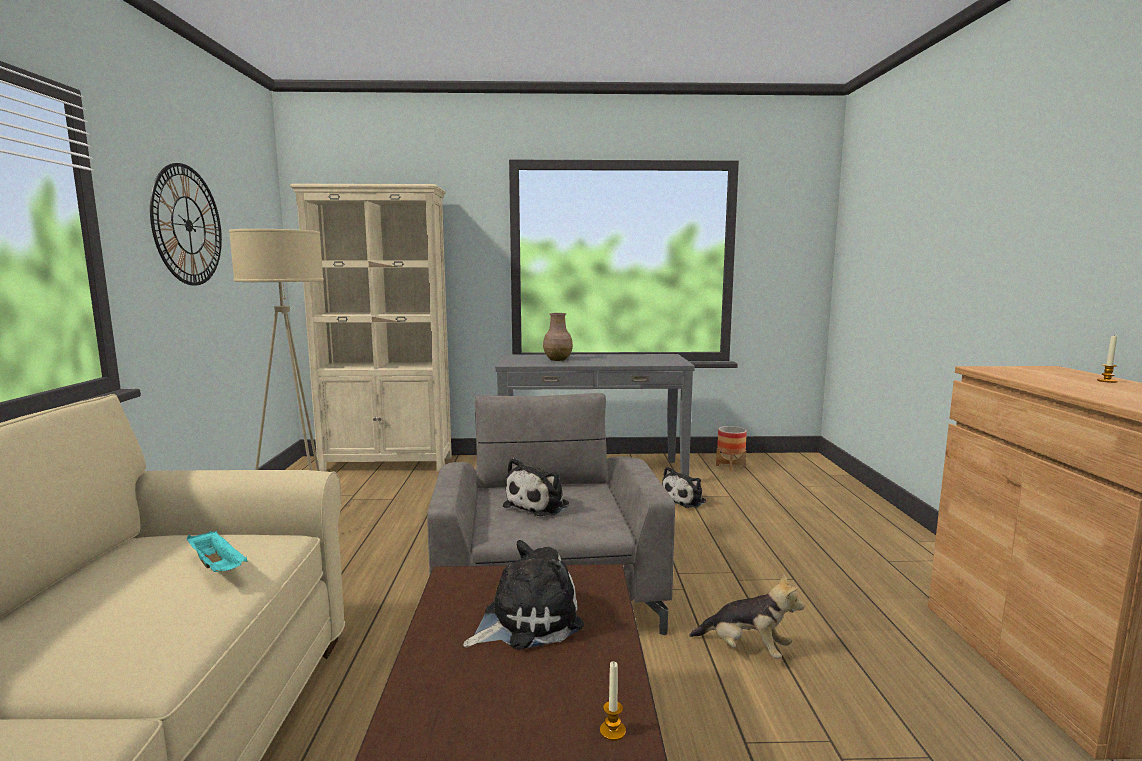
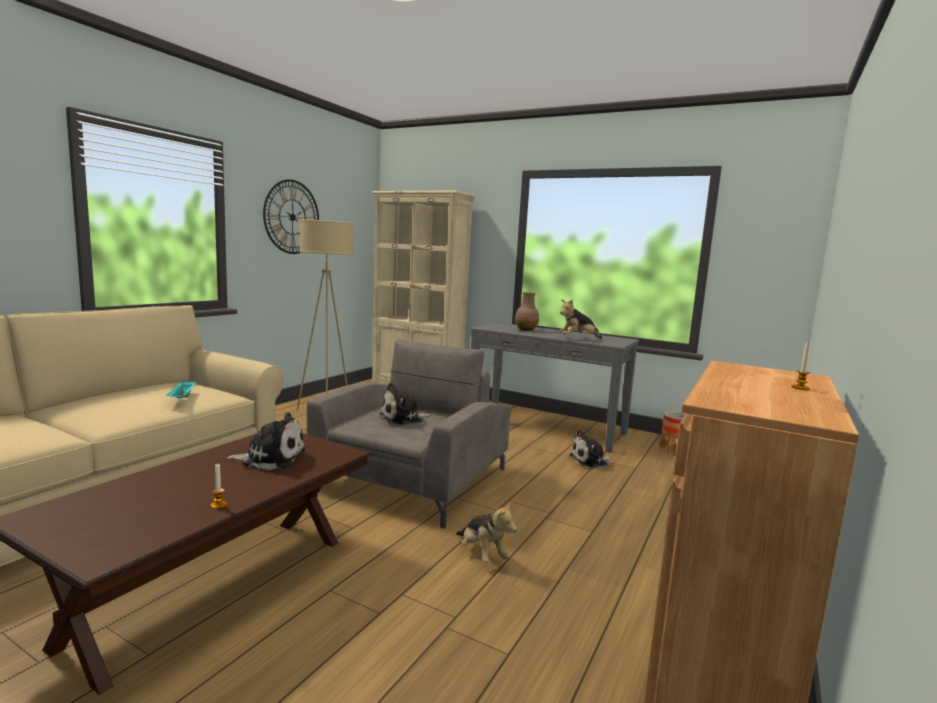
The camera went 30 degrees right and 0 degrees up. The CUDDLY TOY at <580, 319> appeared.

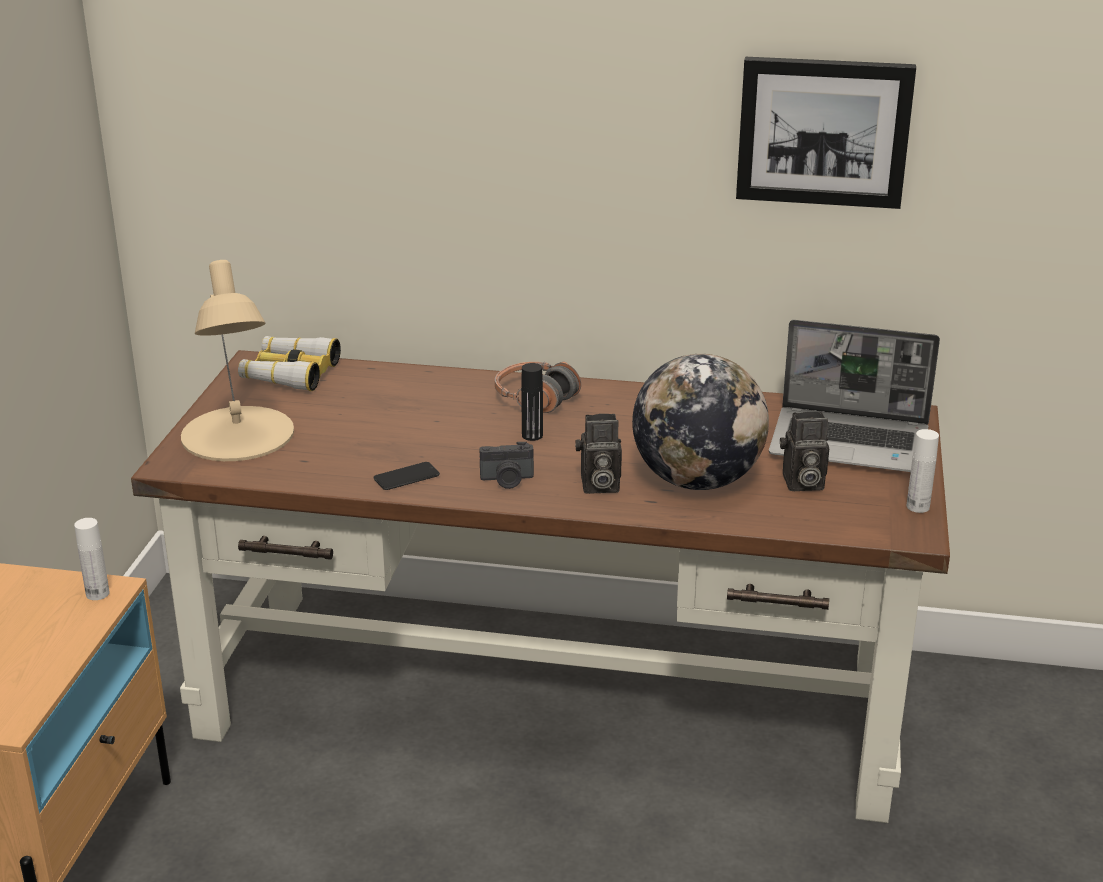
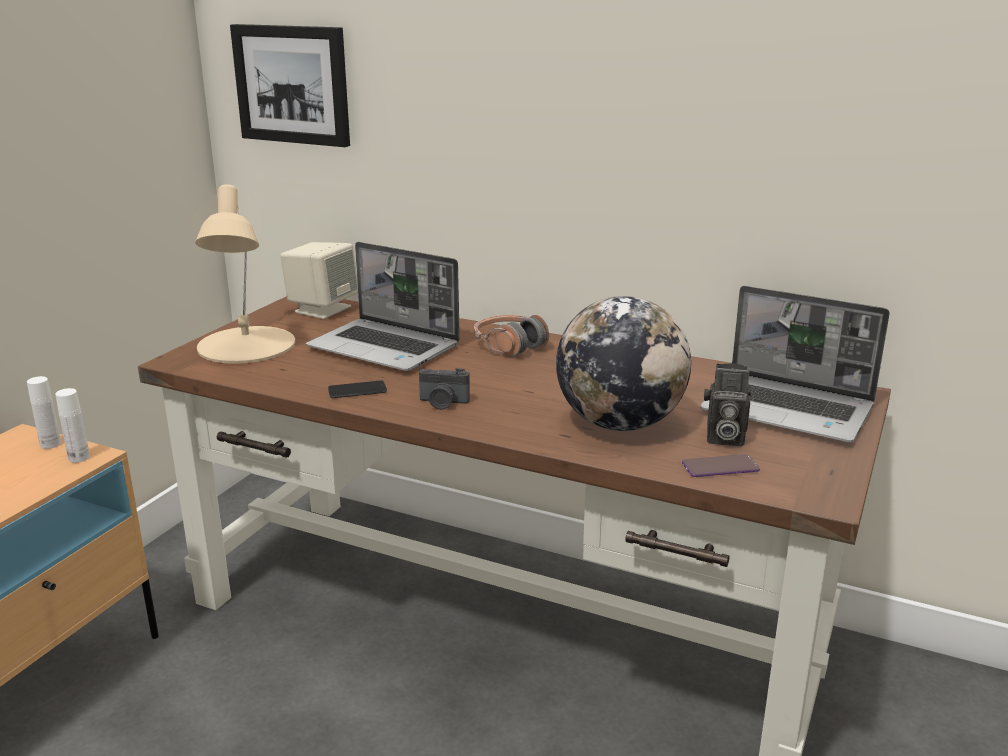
The camera went 15 degrees right and 5 degrees down. The WHITE DRINK BOTTLE moved from <922, 471> to <44, 412>. The WALL PICTURE moved from <826, 133> to <290, 85>. The BINOCULARS at <289, 363> was replaced by the SAND-COLOURED LOUDSPEAKER at <319, 280>. The LAPTOP at <383, 306> appeared. The TELEPHONE at <721, 465> appeared. The BLACK DRINK BOTTLE at <532, 402> disappeared. The STILL CAMERA at <598, 454> disappeared.

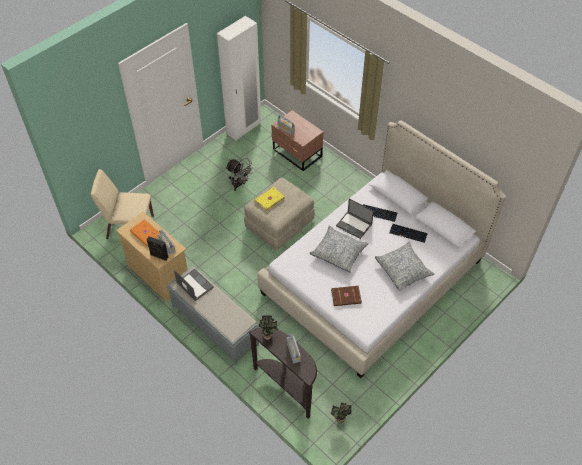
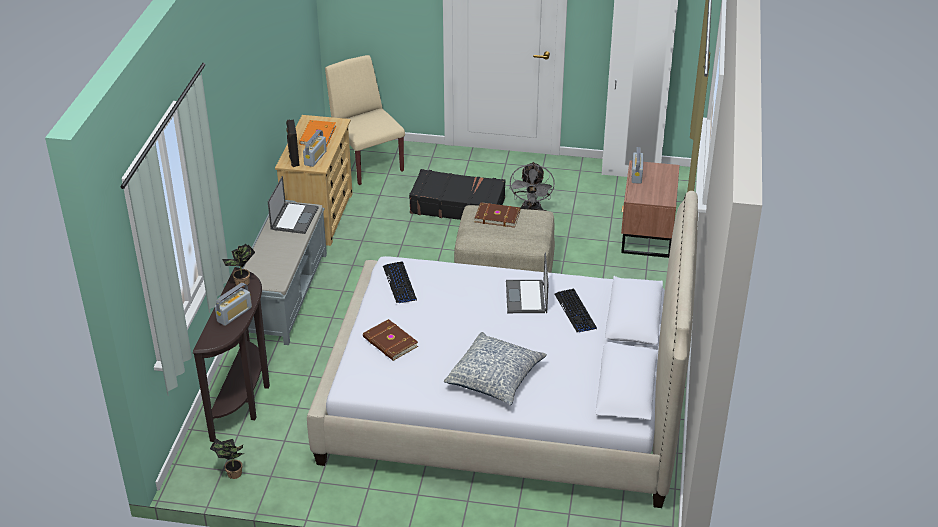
The camera went 55 degrees right and 15 degrees down. The COMPUTER KEYBOARD moved from <408, 233> to <400, 282>. The BLACK PIECE OF LUGGAGE at <457, 194> appeared. The YELLOWISH BOUND BOOK at <270, 199> became the BROWNISH BOUND BOOK at <497, 215>. The PILLOW at <339, 249> disappeared.

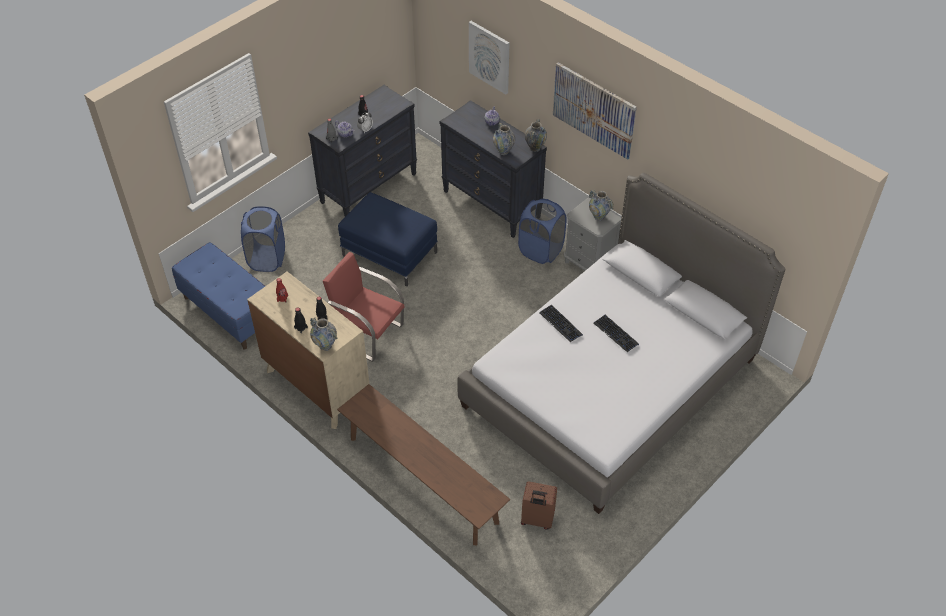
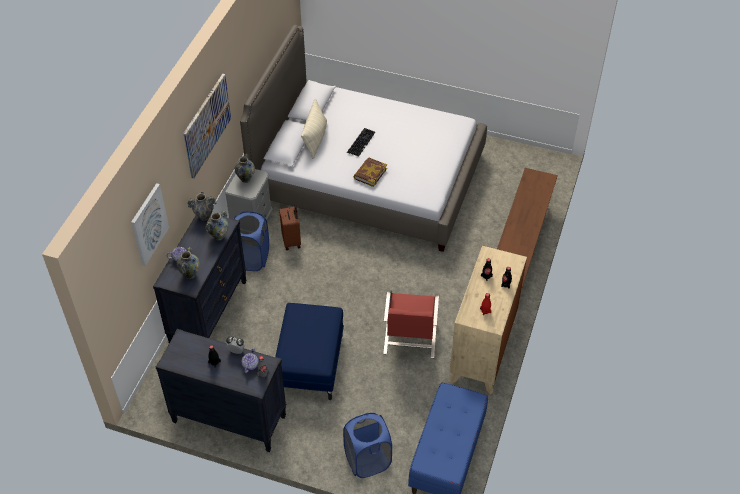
The camera went 115 degrees left and 0 degrees up. The FLOWER VASE moved from <323, 334> to <188, 263>. The BROWNISH PIECE OF LUGGAGE moved from <539, 505> to <290, 227>. The SAND-COLOURED PILLOW at <314, 128> appeared. The COMPUTER KEYBOARD at <561, 323> was replaced by the BOUND BOOK at <370, 172>.

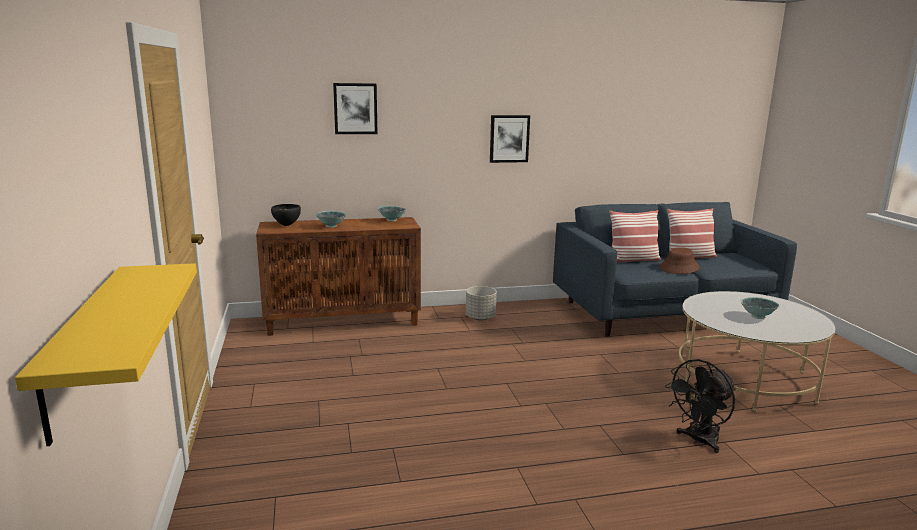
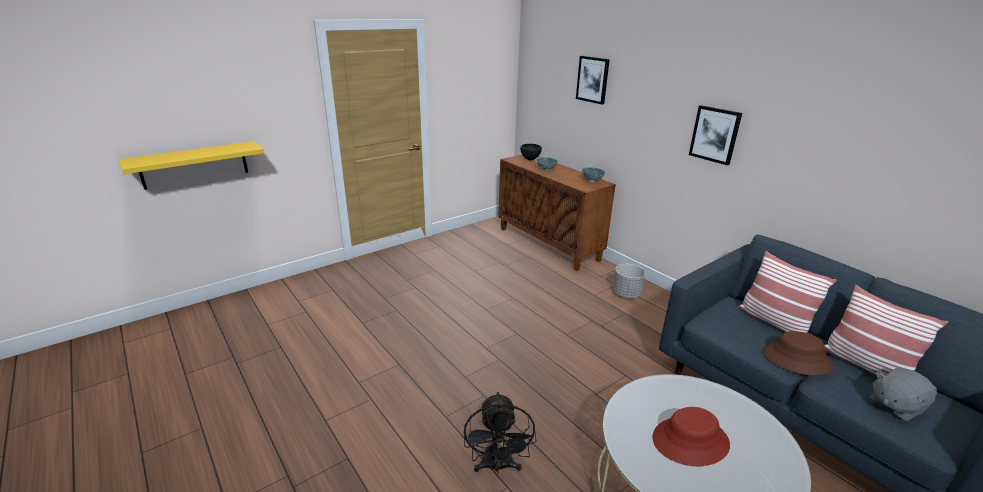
The camera went 65 degrees right and 10 degrees up. The BLACK ELECTRIC FAN at <700, 406> turned 120 degrees counterclockwise. The BOWL at <760, 308> was replaced by the RED-COLOURED WEARABLE HAT at <691, 436>. The GREY CUDDLY TOY at <903, 394> appeared.

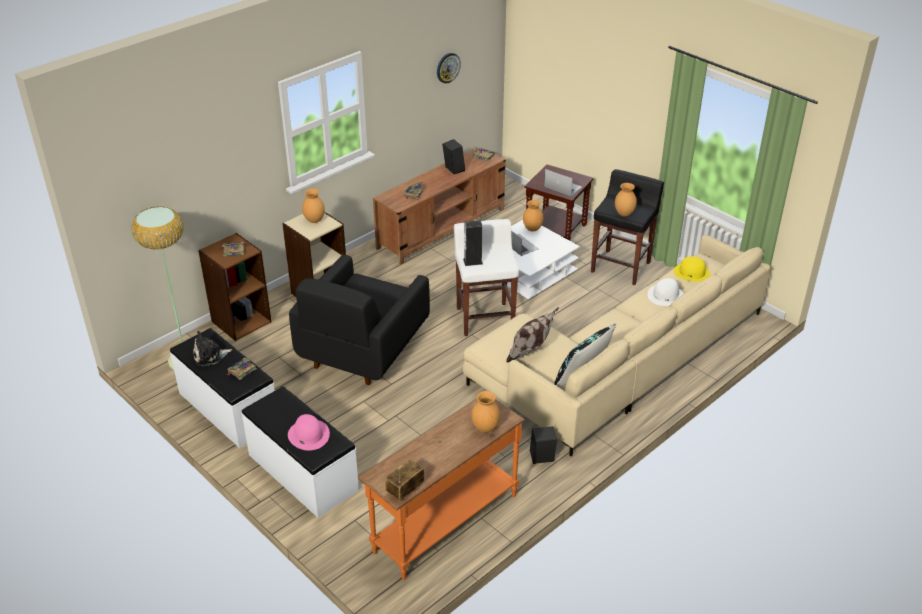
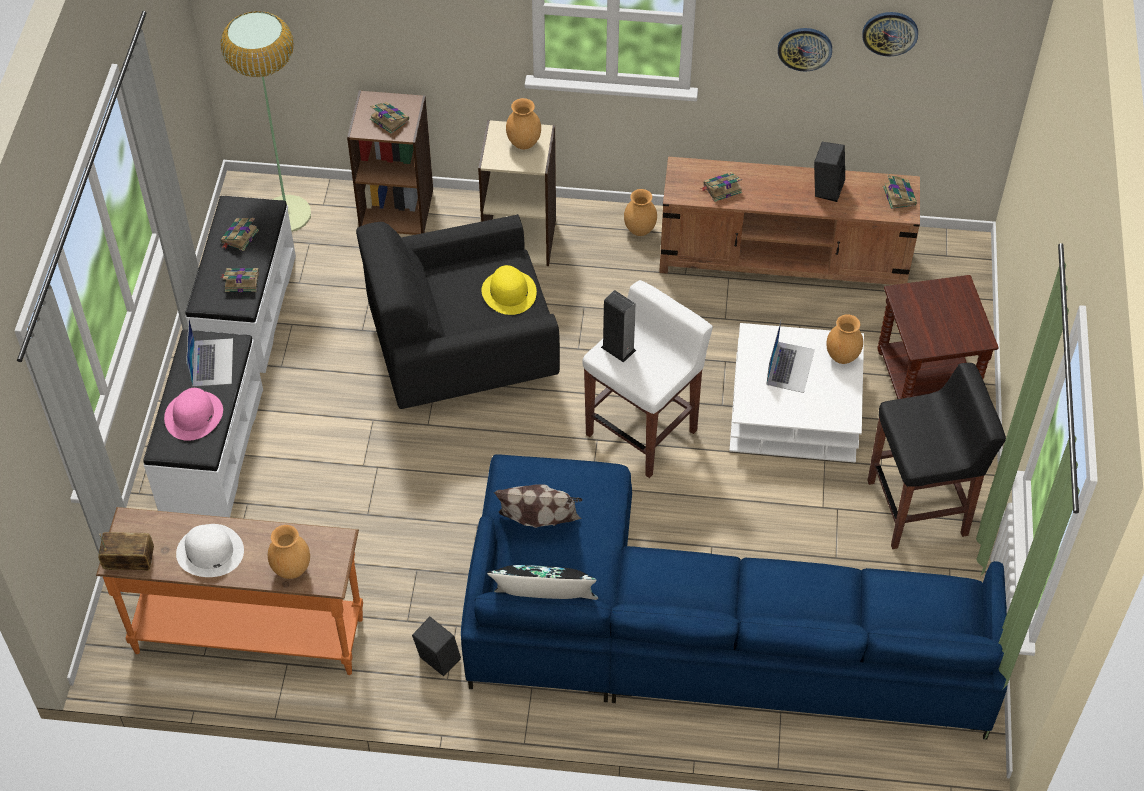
The camera went 50 degrees right and 15 degrees up. The WHITE WEARABLE HAT moved from <665, 292> to <210, 550>. The LAPTOP moved from <563, 182> to <209, 353>. The CUDDLY TOY at <212, 348> was replaced by the BOUND BOOK at <239, 234>. The SAND-COLOURED SOFA at <617, 345> became the BLUE-COLOURED SOFA at <734, 597>. The YELLOWISH WEARABLE HAT moved from <692, 269> to <509, 290>. The BROWNISH FLOWER VASE moved from <626, 199> to <640, 212>. The HANGING CLOCK at <805, 49> appeared.

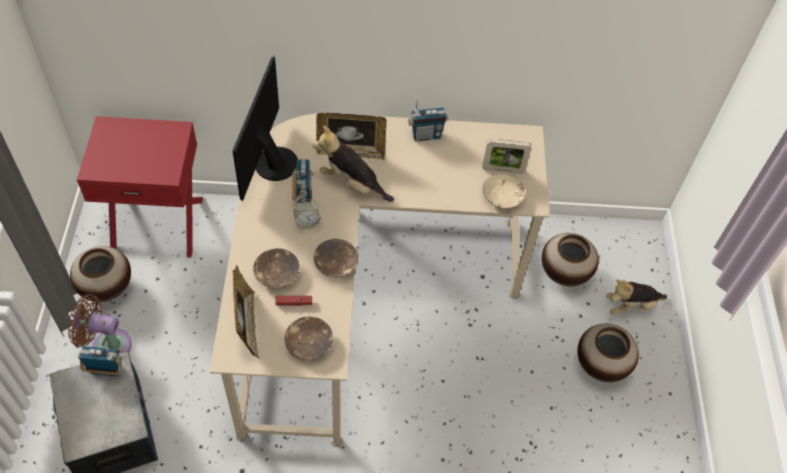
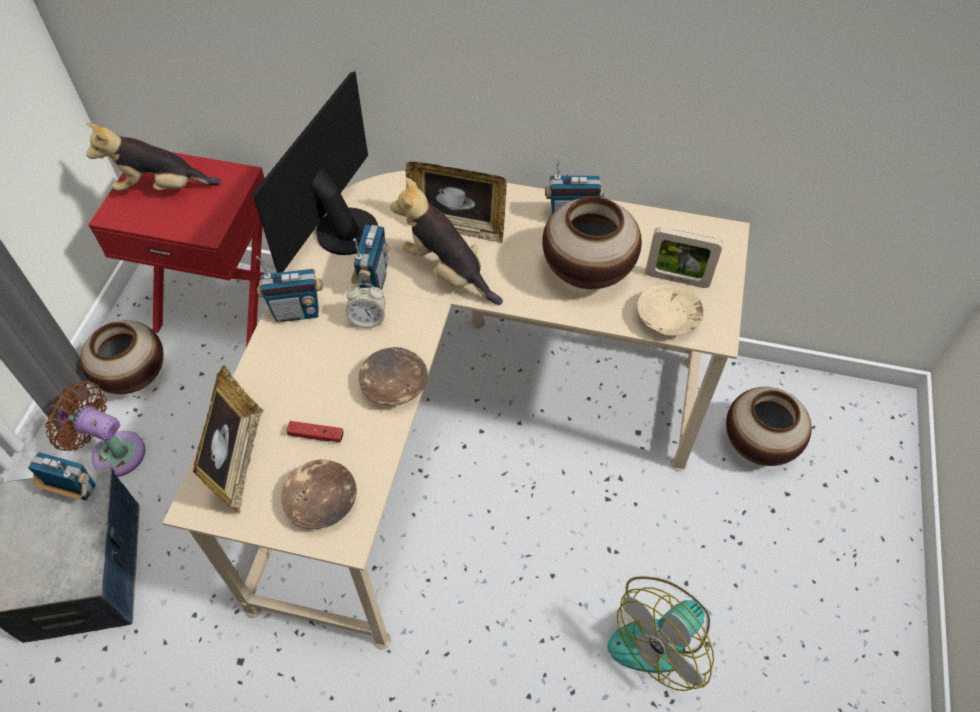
The camera went 15 degrees right and 0 degrees up. The CUDDLY TOY moved from <636, 297> to <154, 157>. The RADIO SET at <289, 289> appeared. The FLOWER VASE moved from <608, 353> to <592, 242>. The ELECTRIC FAN at <661, 633> appeared. The BROWNISH BOWL at <276, 268> disappeared.

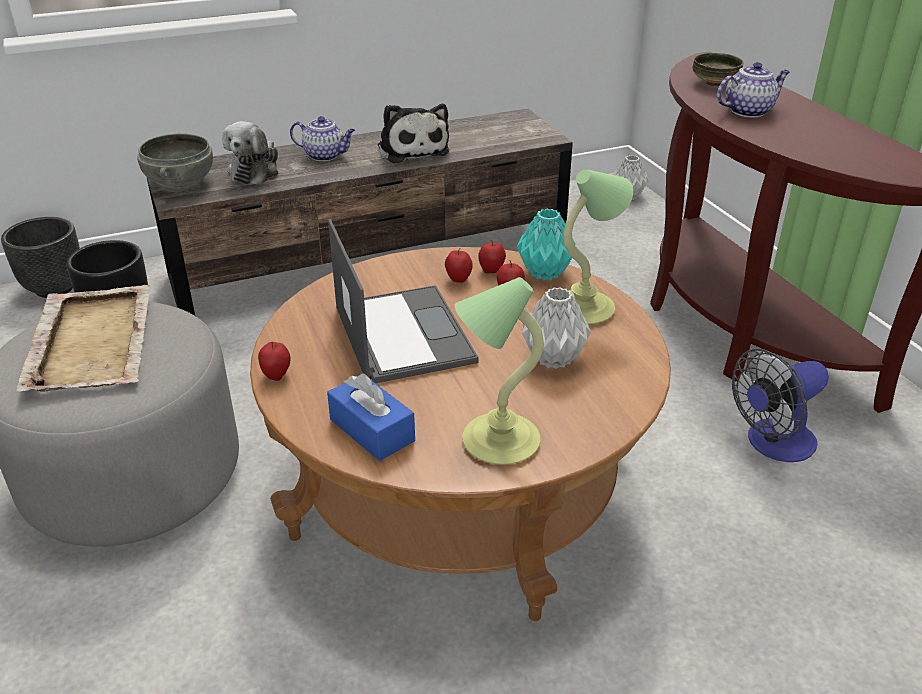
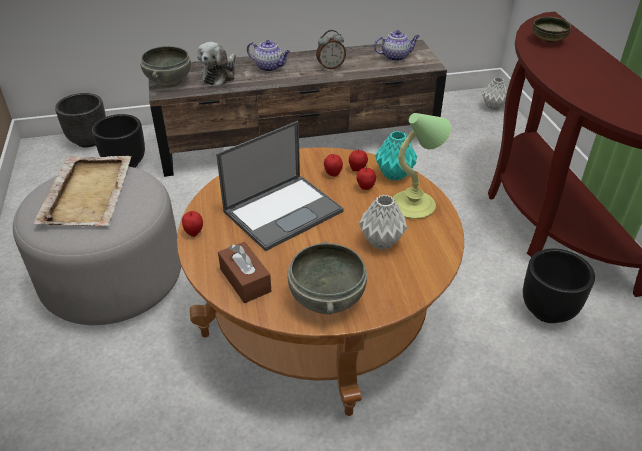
The camera went 10 degrees right and 5 degrees up. The LAPTOP at <403, 301> turned 60 degrees clockwise. The BLUE-COLOURED TISSUE HOLDER at <371, 417> became the BROWNISH TISSUE HOLDER at <244, 272>. The LAMP FOR A TABLE at <499, 371> was replaced by the GREY BOWL at <327, 278>. The CUDDLY TOY at <413, 133> was replaced by the TABLE CLOCK at <331, 49>. The POT FOR TEA moved from <753, 90> to <397, 45>. The ELECTRIC FAN at <780, 405> was replaced by the BLACK PLANTER at <559, 286>.

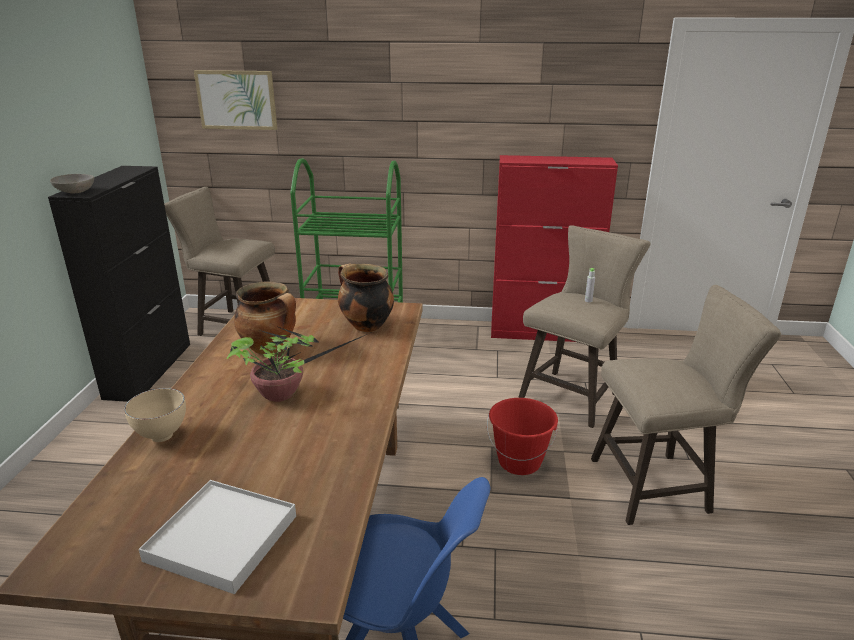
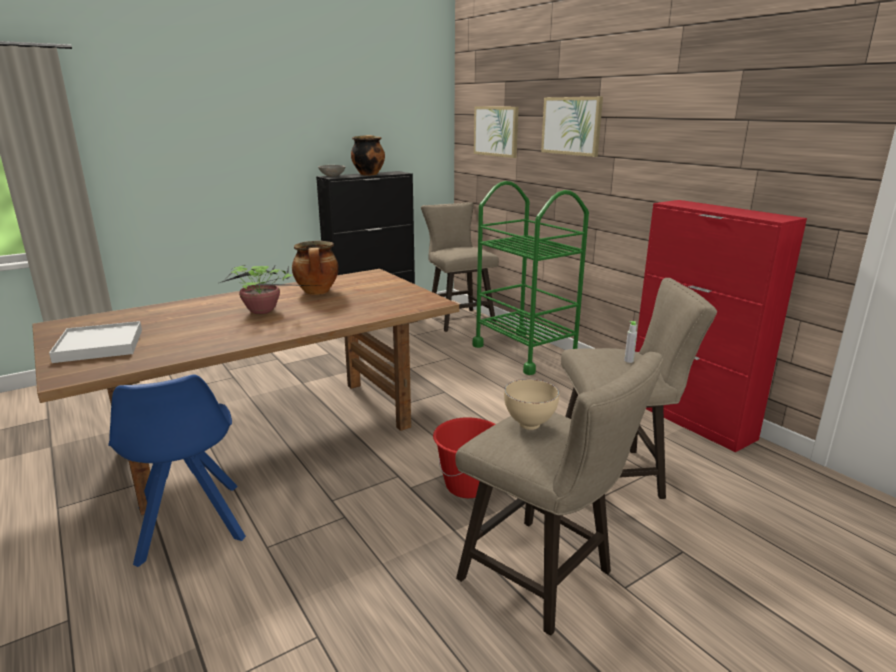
The camera went 50 degrees right and 5 degrees down. The COOKING POT moved from <366, 298> to <368, 155>. The SAND-COLOURED BOWL moved from <155, 415> to <531, 404>. The WALL PICTURE at <572, 127> appeared.

